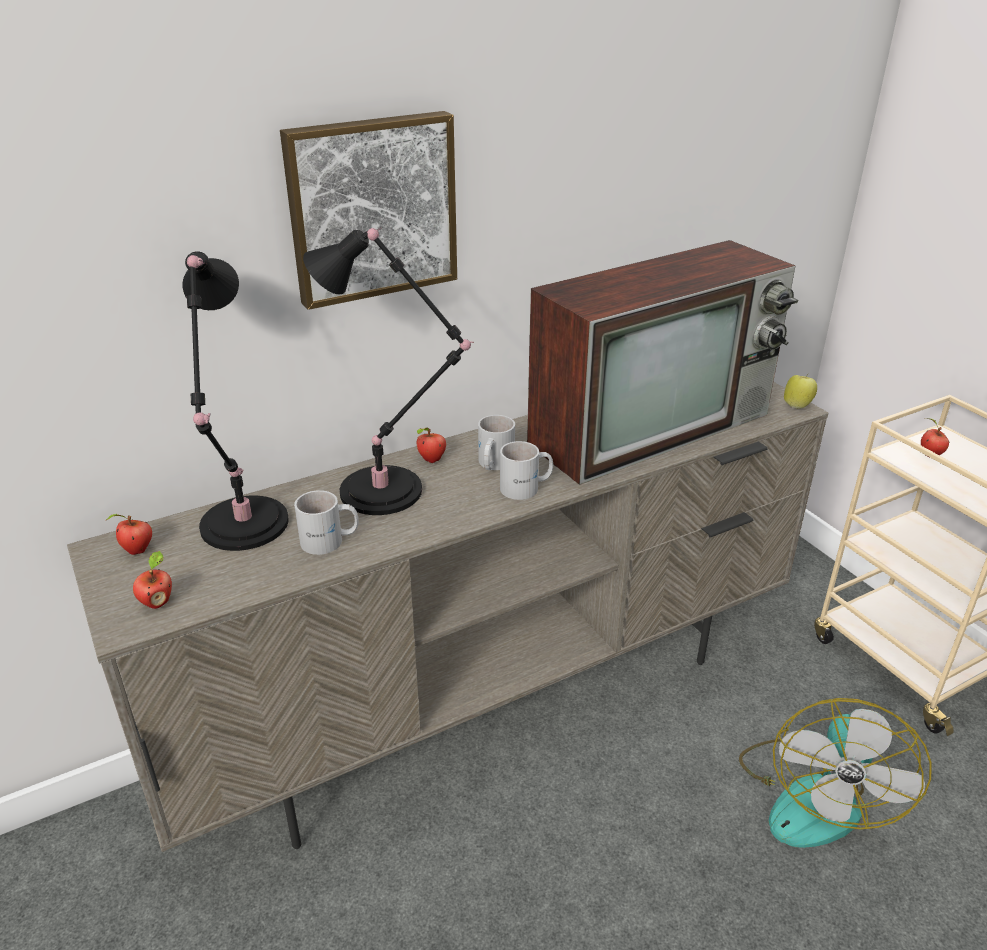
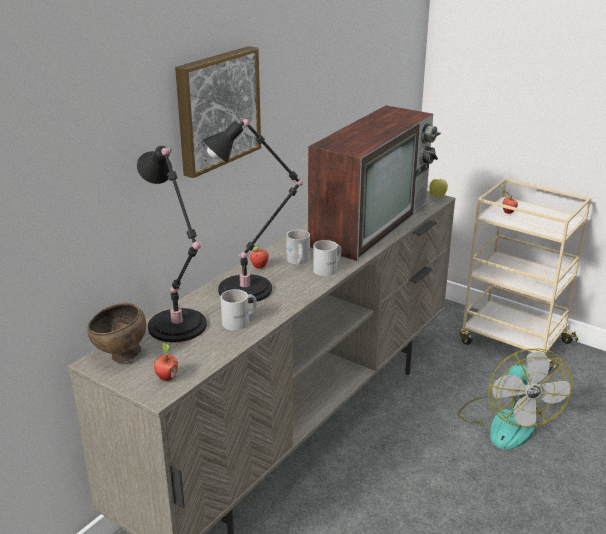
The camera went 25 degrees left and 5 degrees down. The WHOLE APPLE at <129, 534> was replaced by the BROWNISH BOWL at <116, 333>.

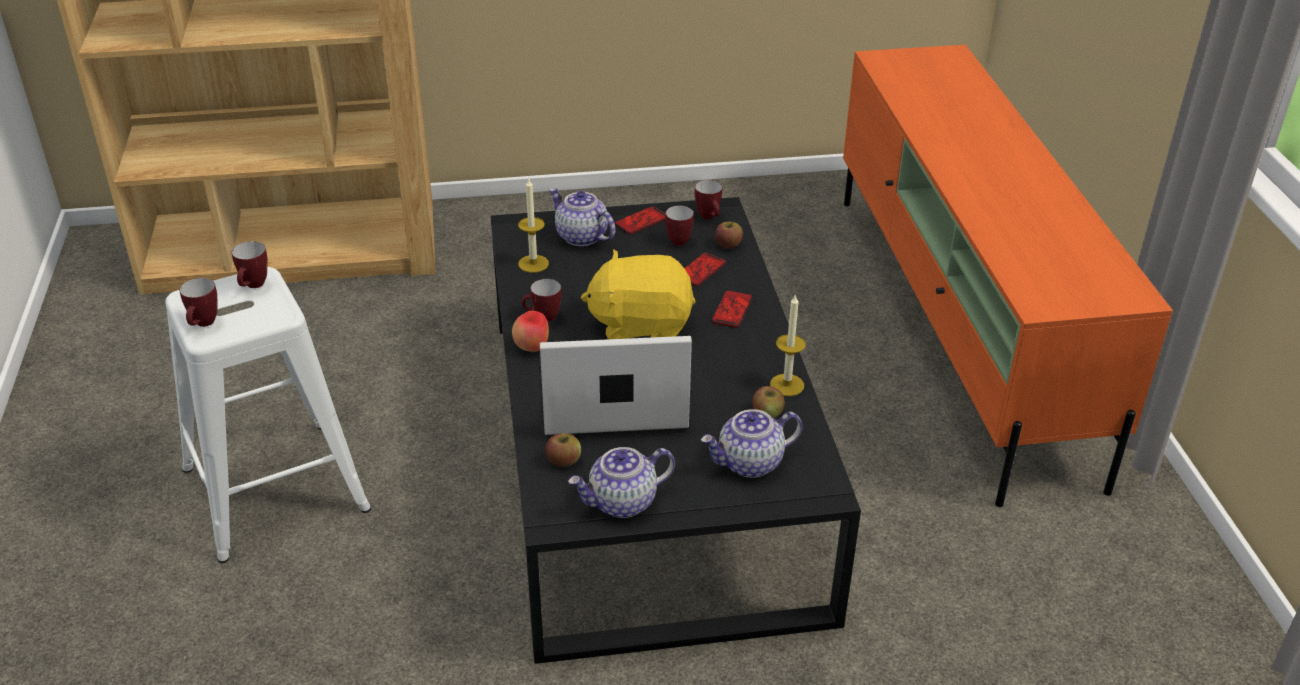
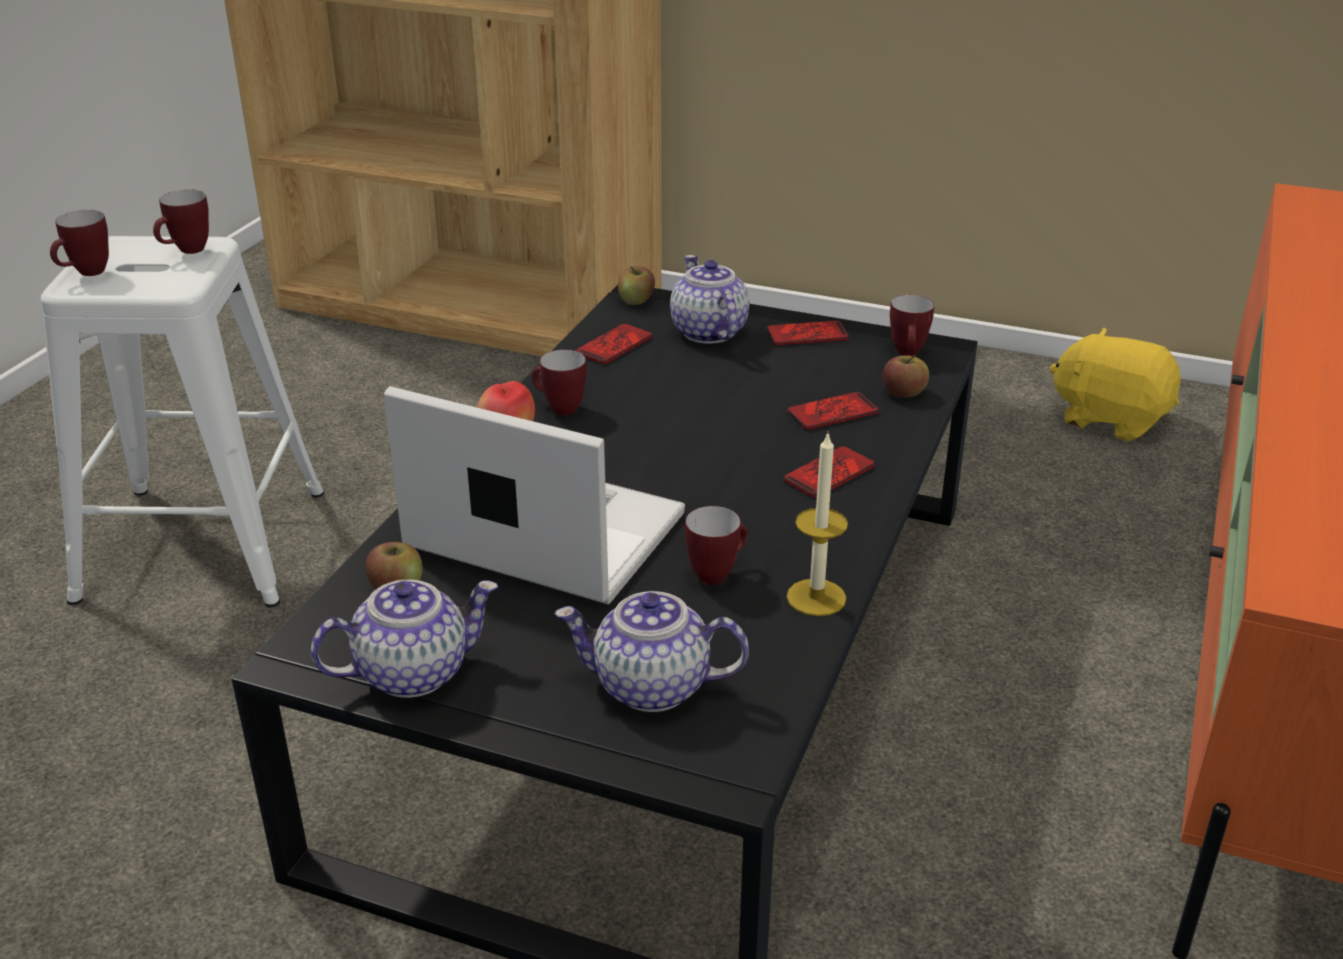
The camera went 30 degrees right and 5 degrees down. The POT FOR TEA at <621, 482> turned 150 degrees clockwise. The WAX CANDLE at <533, 226> was replaced by the TELEPHONE at <614, 344>. The WHOLE APPLE moved from <769, 402> to <636, 285>. The COFFEE MUG moved from <679, 226> to <716, 545>. The YELLOWISH CUDDLY TOY moved from <638, 294> to <1115, 384>.

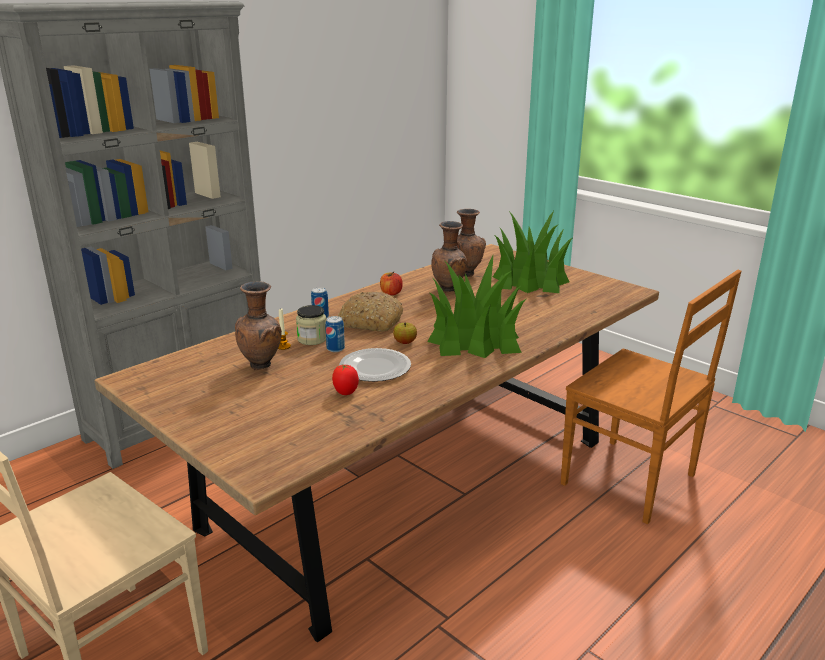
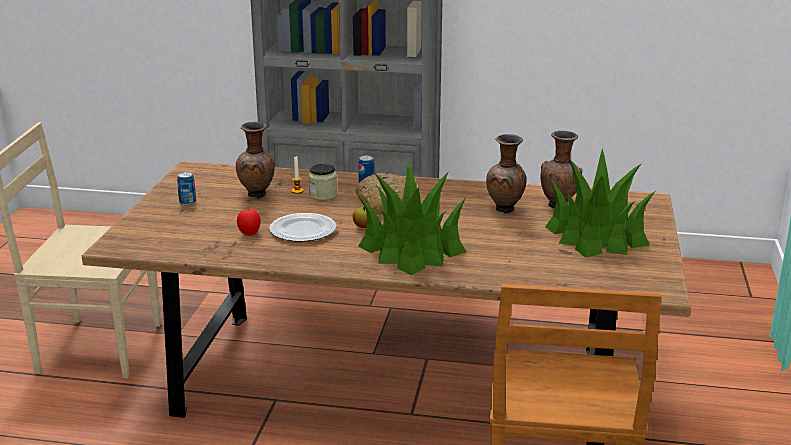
The camera went 55 degrees right and 0 degrees up. The SEALED CAN moved from <335, 334> to <186, 188>. The WHOLE APPLE at <391, 283> disappeared.

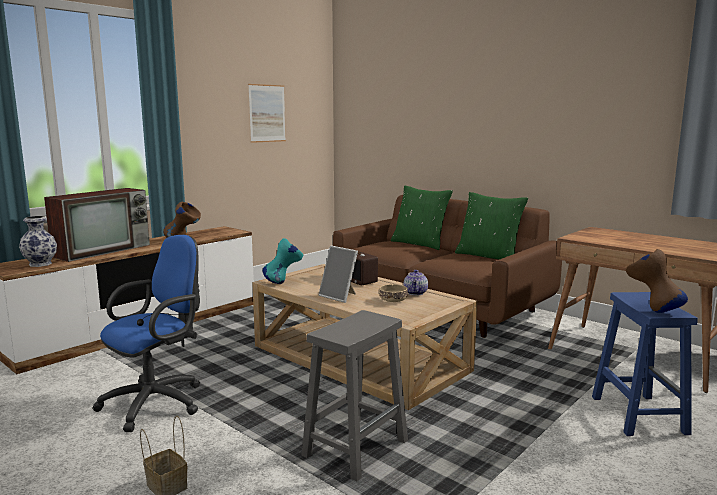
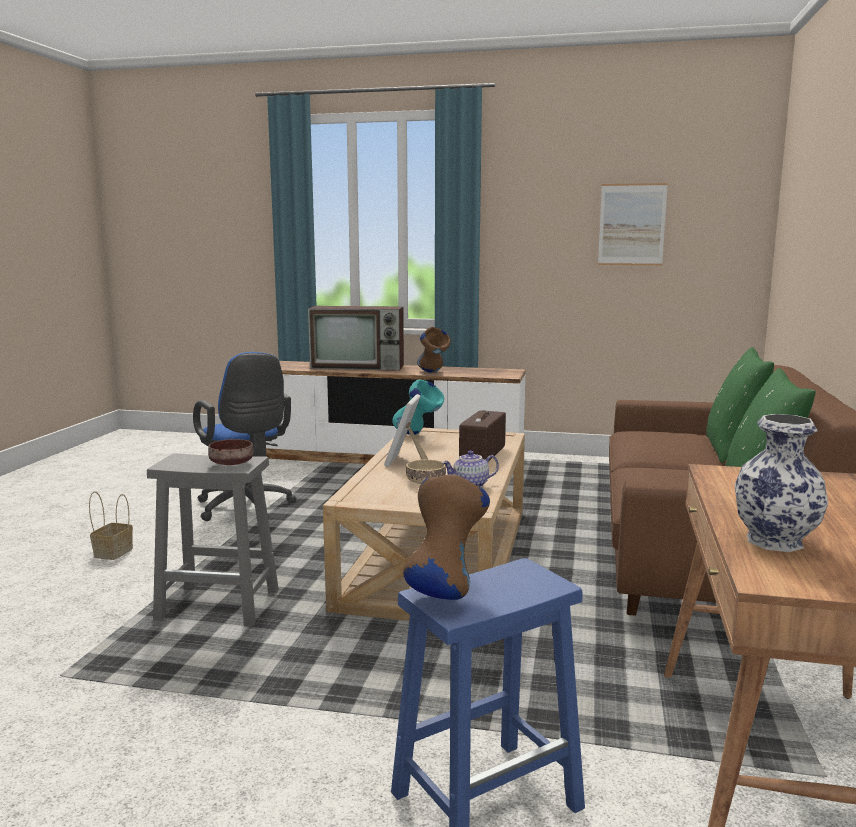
The camera went 60 degrees right and 0 degrees up. The BLUE-COLOURED COMPUTER CHAIR at <146, 333> turned 45 degrees clockwise. The BROWNISH BOWL at <230, 452> appeared. The FLOWER VASE moved from <38, 241> to <781, 483>.

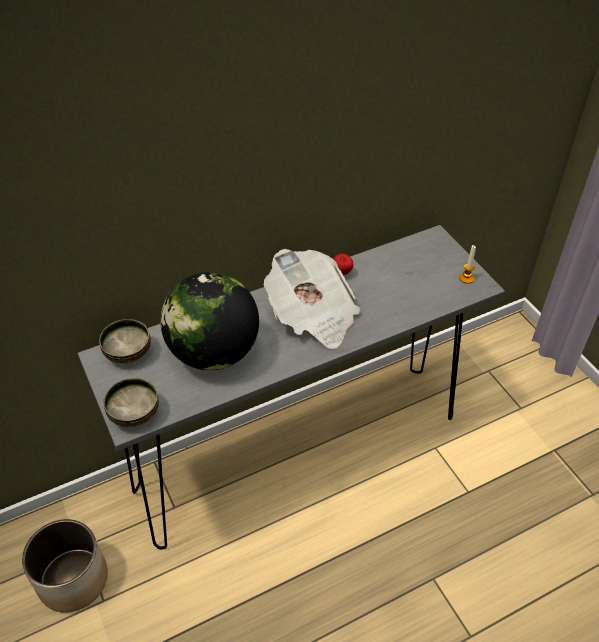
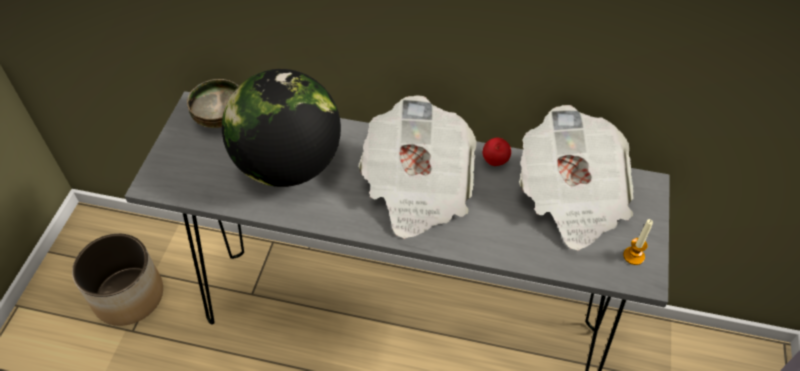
The camera went 40 degrees right and 5 degrees up. The DAILY PAPER at <576, 178> appeared. The BOWL at <131, 402> disappeared.

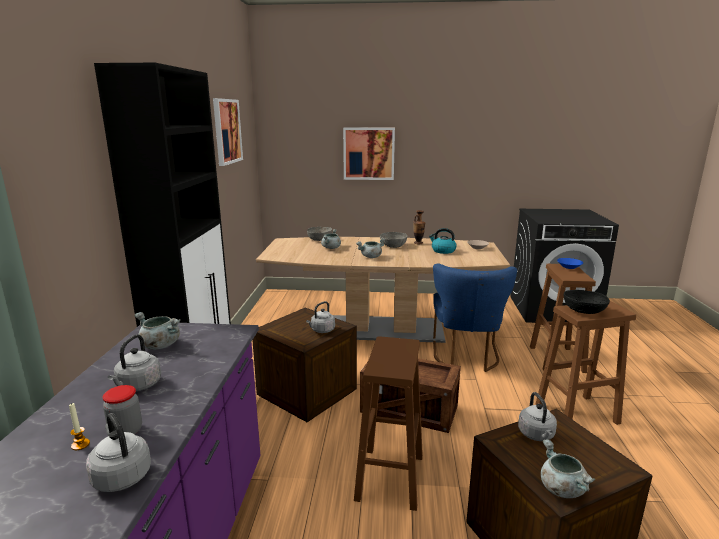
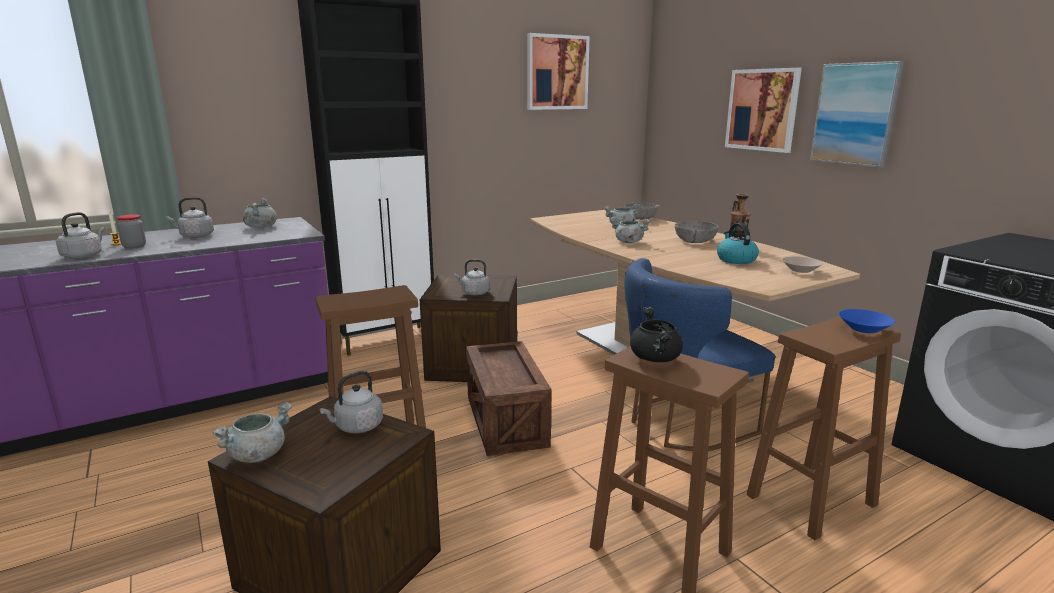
The camera went 55 degrees right and 0 degrees up. The BLACK BOWL at <587, 302> was replaced by the BLACK COOKING POT at <656, 334>. The WALL PICTURE at <857, 114> appeared.

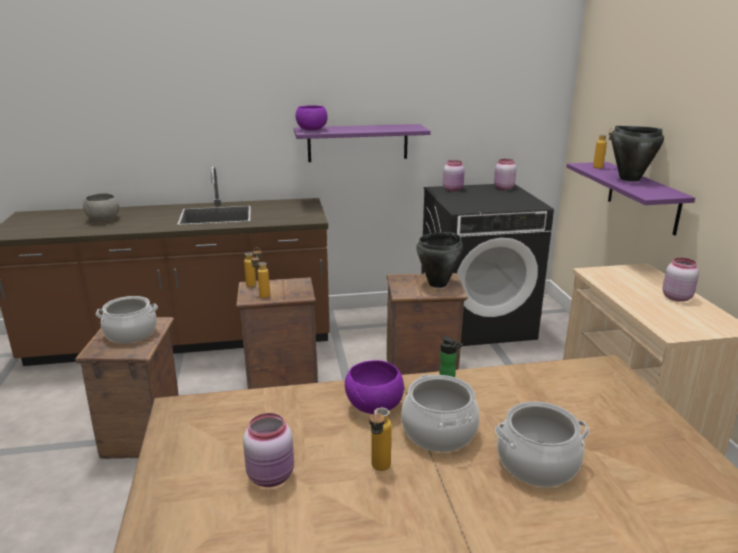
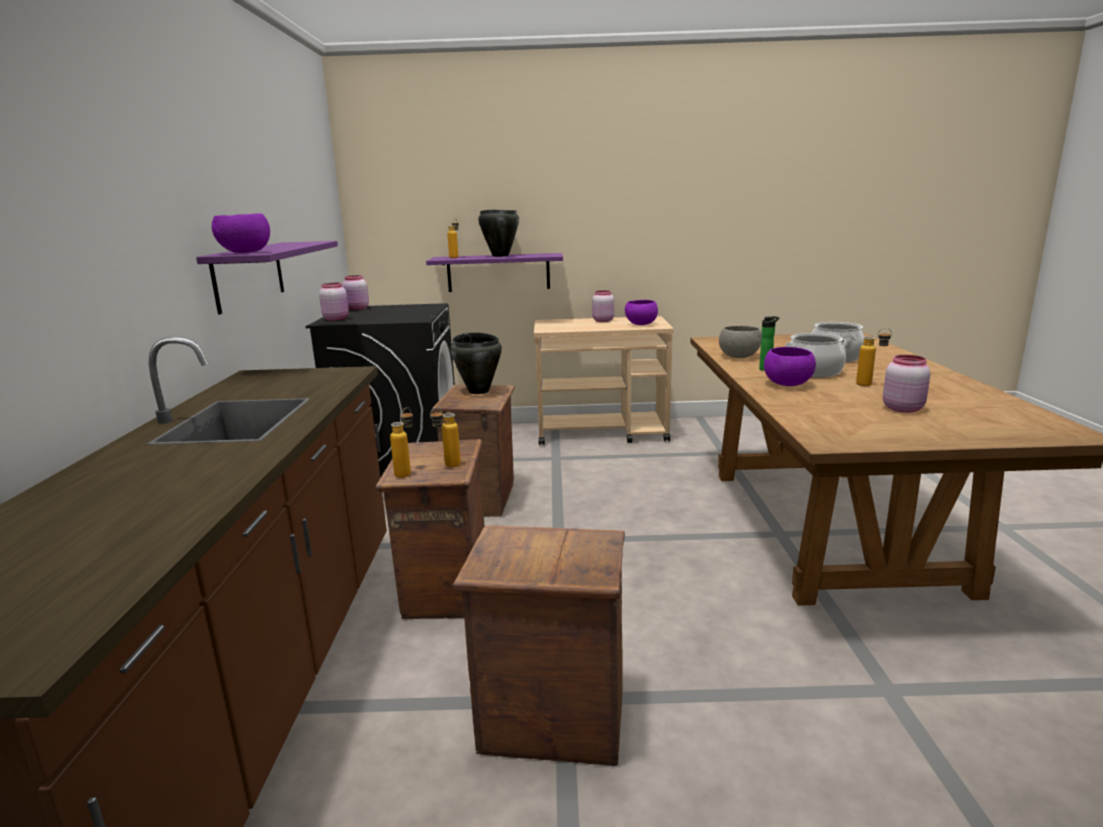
The camera went 80 degrees left and 5 degrees down. The PURPLE-COLOURED BOWL at <641, 312> appeared. The GREY BOWL moved from <101, 207> to <740, 341>. The COOKING POT at <127, 320> disappeared.

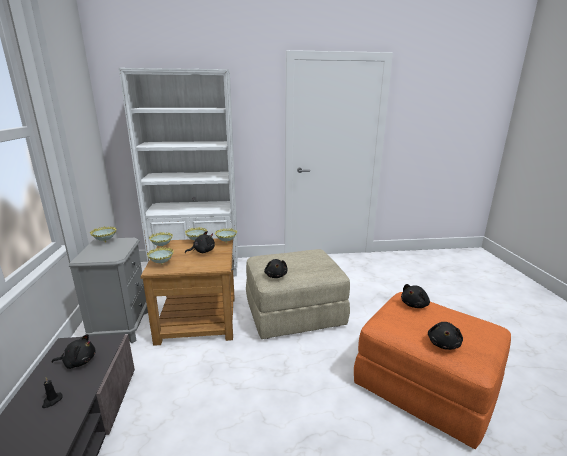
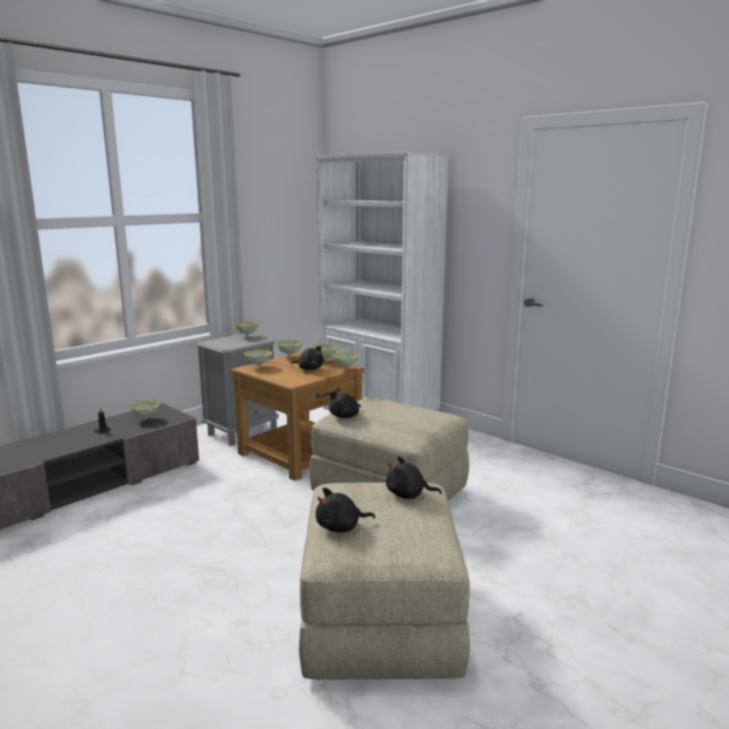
The camera went 50 degrees right and 5 degrees down. The BLACK CUDDLY TOY at <74, 351> was replaced by the BOWL at <144, 409>. The ORANGE-COLOURED FOOTREST at <432, 370> became the SAND-COLOURED FOOTREST at <384, 581>.

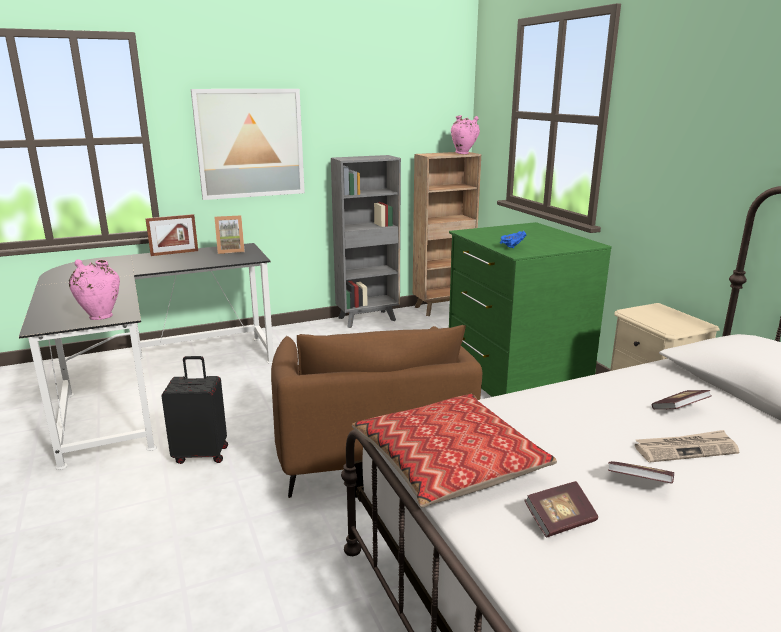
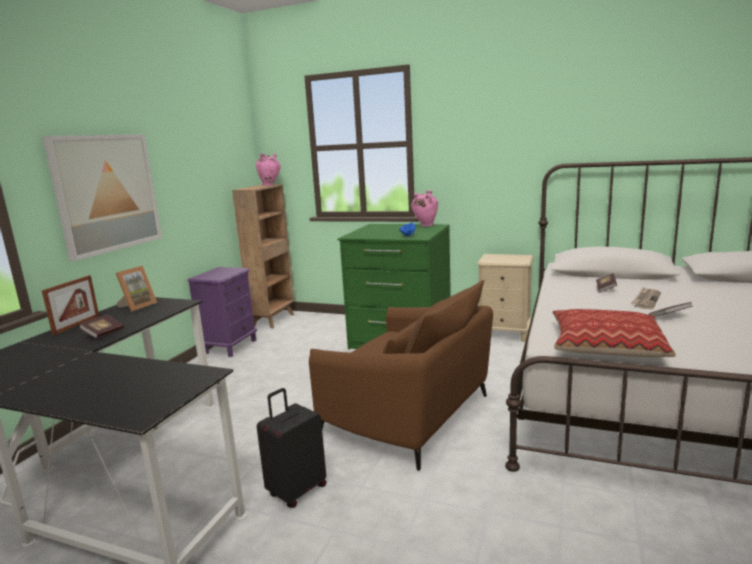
The camera went 45 degrees left and 5 degrees down. The BOUND BOOK moved from <561, 509> to <101, 326>. The GREY BOOKSHELF at <366, 241> was replaced by the PURPLE-COLOURED NIGHT TABLE at <222, 312>. The PINK-COLOURED FLOWER VASE moved from <94, 289> to <424, 208>.

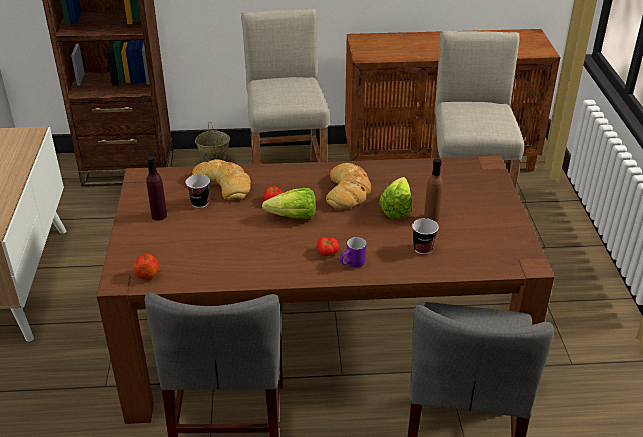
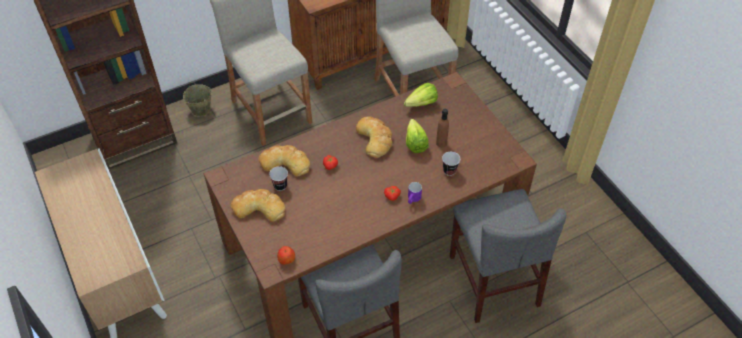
The camera went 25 degrees left and 15 degrees up. The PURPLE-COLOURED DRINK BOTTLE at <156, 188> was replaced by the BREAD at <258, 205>. The LETTUCE HEAD moved from <289, 203> to <421, 95>.

